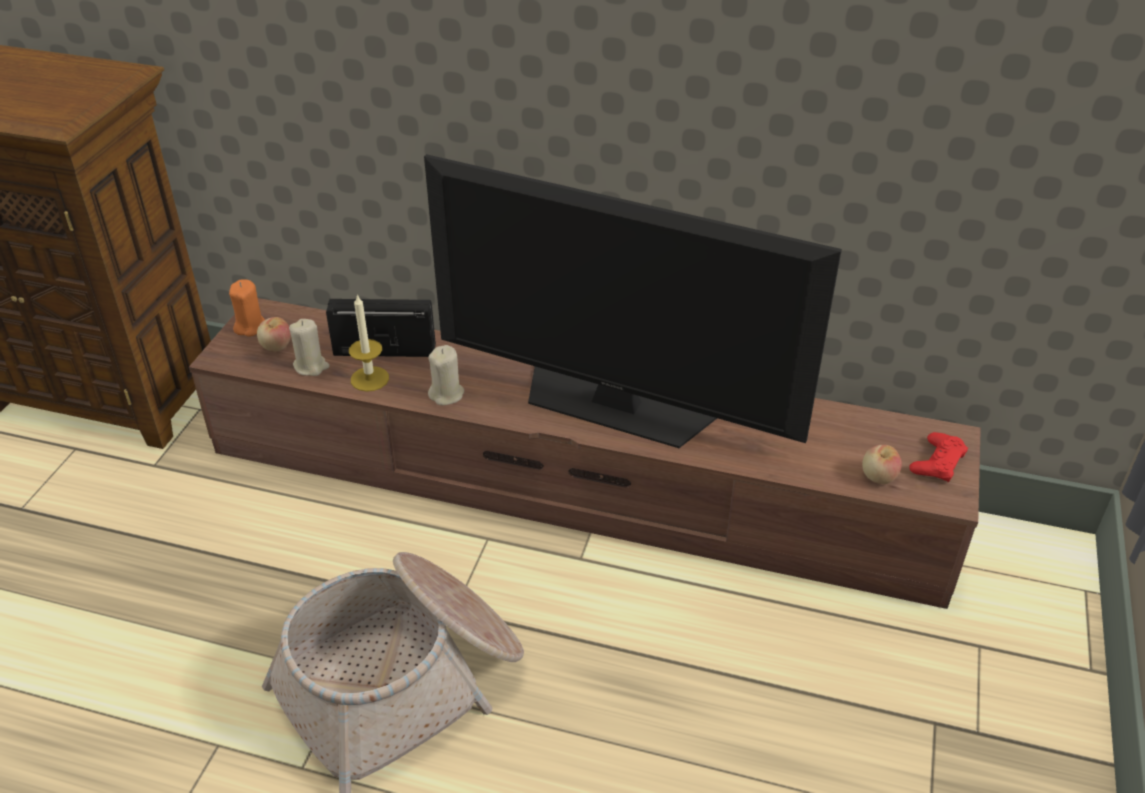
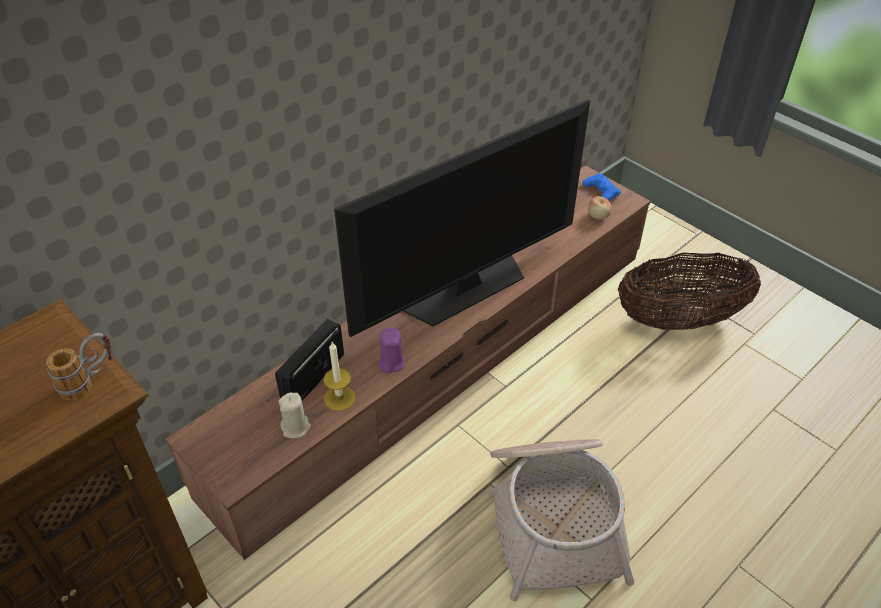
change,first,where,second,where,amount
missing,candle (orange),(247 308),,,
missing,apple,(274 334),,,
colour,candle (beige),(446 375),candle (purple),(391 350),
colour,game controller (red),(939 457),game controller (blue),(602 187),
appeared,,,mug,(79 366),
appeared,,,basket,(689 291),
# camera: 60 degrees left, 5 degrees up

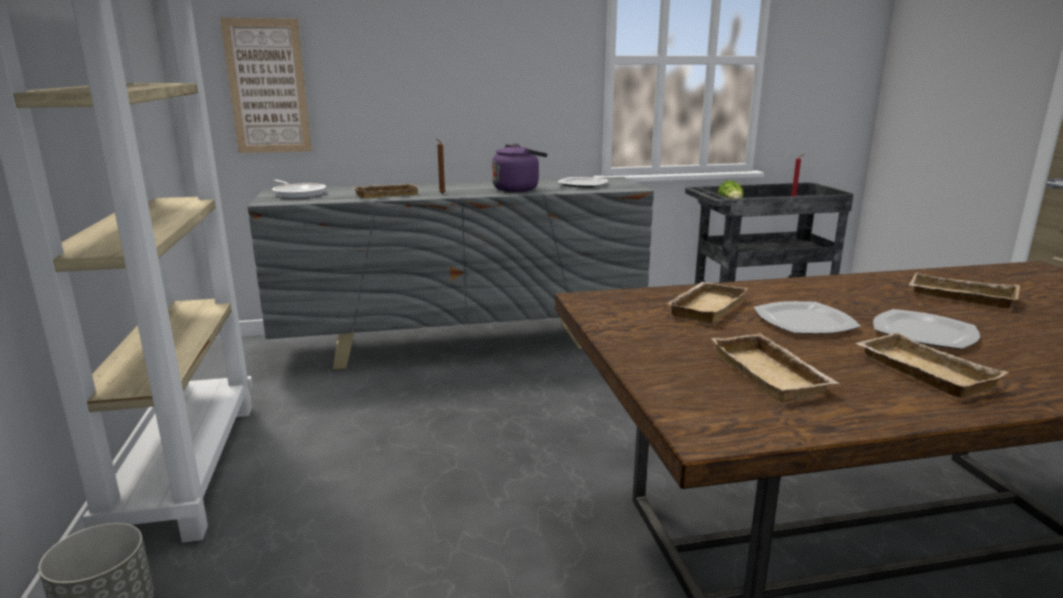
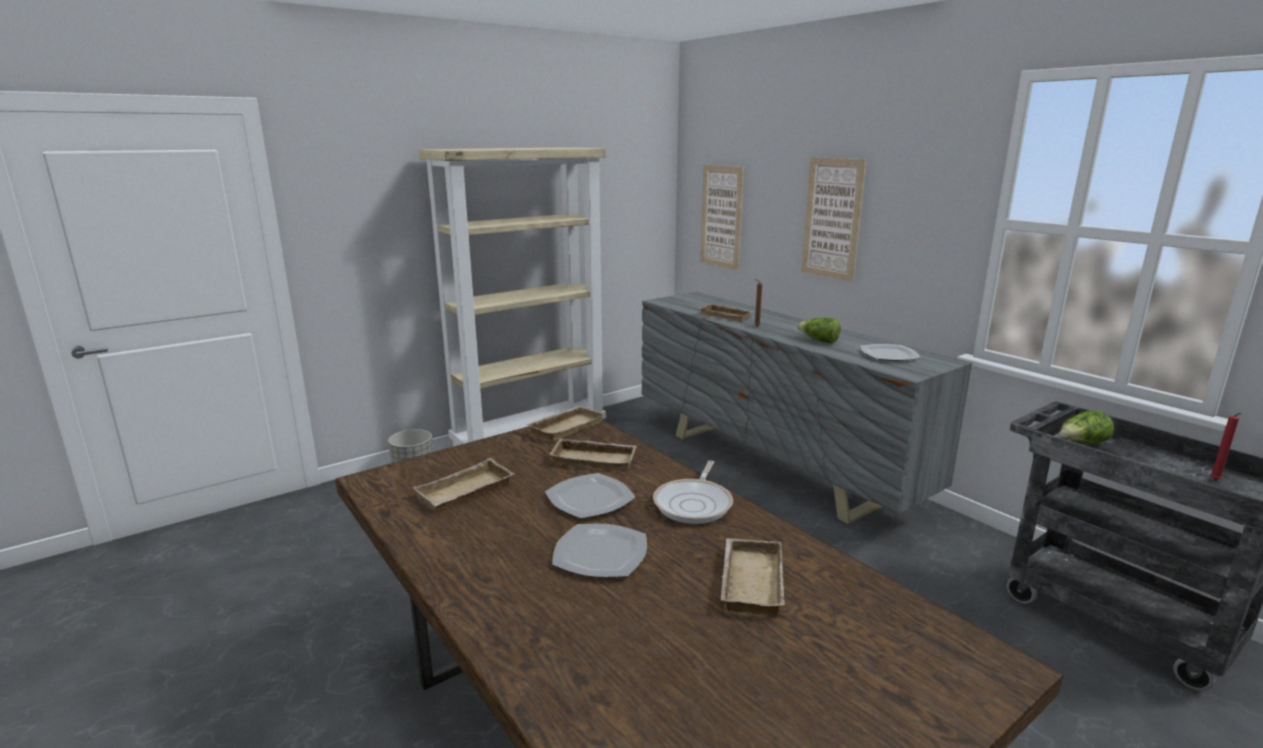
change,first,where,second,where,amount
relocated,frying pan,(299 189),,(693 492),
exchanged,kettle (purple),(520 168),lettuce,(818 330),
relocated,tray (beige),(932 365),,(565 424),
appeared,,,picture,(834 219),
# camera: 65 degrees right, 0 degrees up

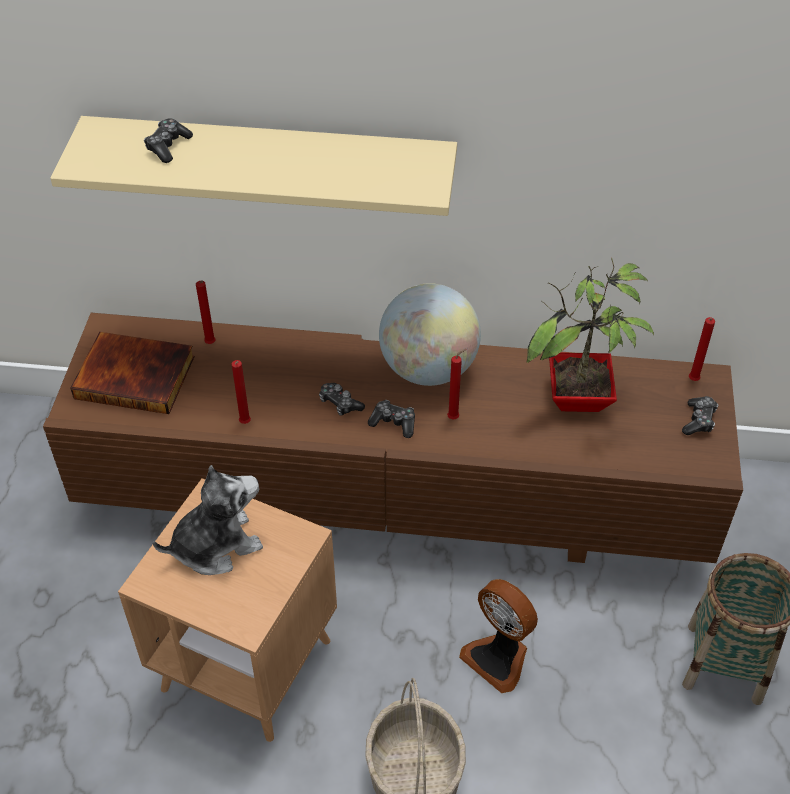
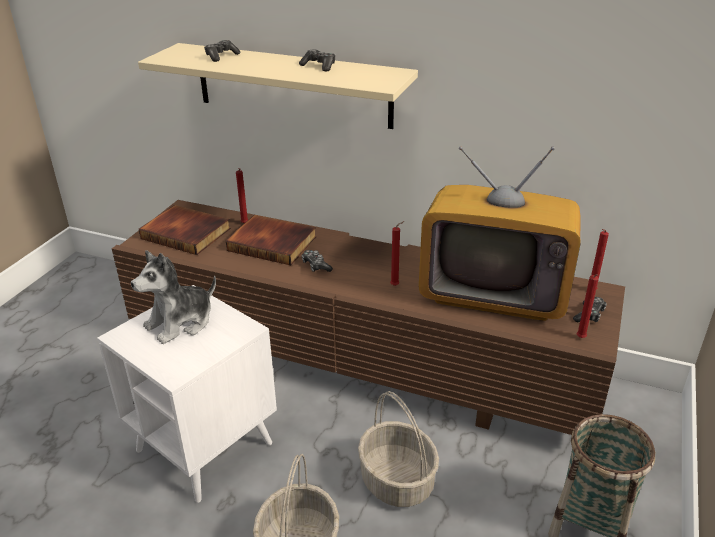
change,first,where,second,where,amount
colour,side table (brown),(227 610),side table (white),(187 394),
spun,plush toy,(208 520),,(173 297),150 degrees clockwise
relocated,candle (red),(241 392),,(588 306),
relocated,game controller,(391 419),,(317 60),
missing,globe,(430 334),,,
exchanged,fan,(498 636),basket,(398 449),
exchanged,potted plant,(590 335),television,(500 233),
appeared,,,book,(271 240),
# camera: 15 degrees right, 15 degrees down

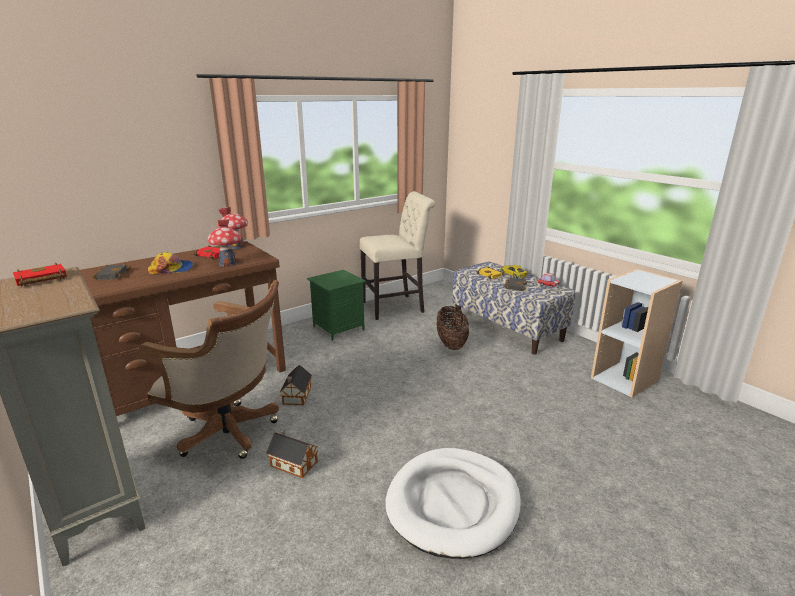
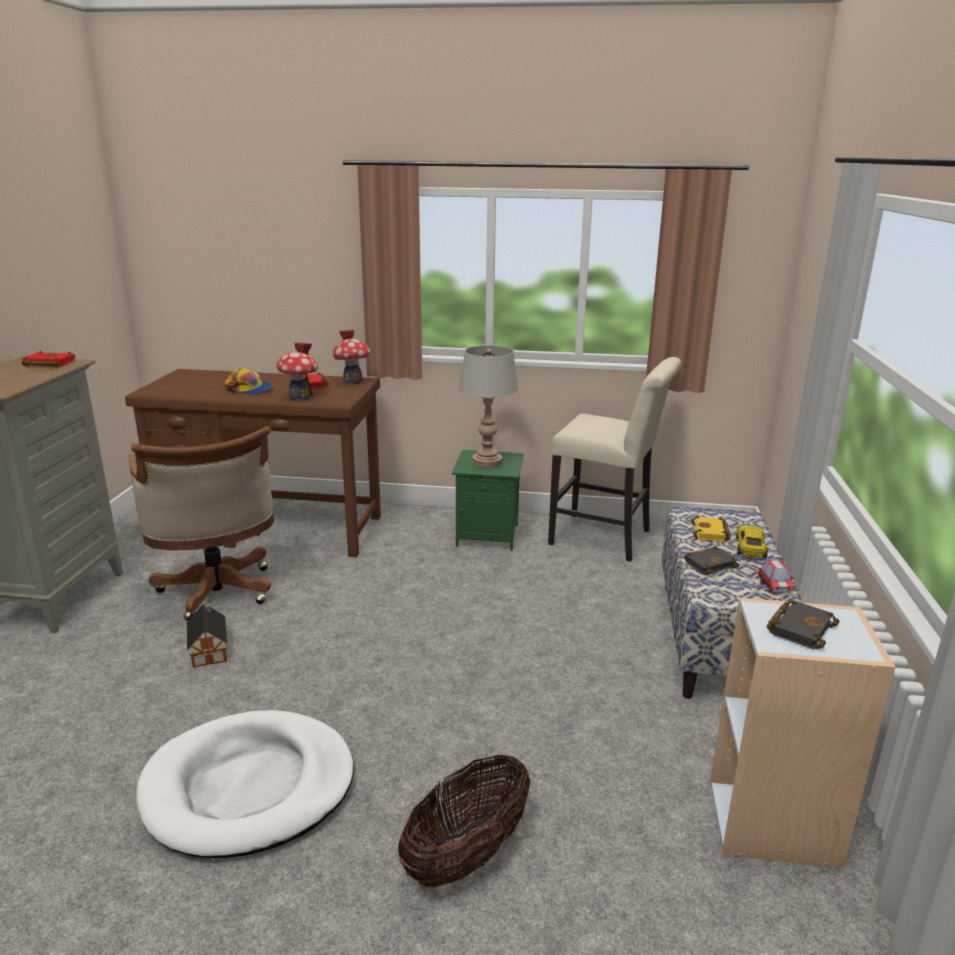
change,first,where,second,where,amount
relocated,book (black),(111 272),,(803 624),
missing,toy house,(295 385),,,
relocated,basket,(453 328),,(464 821),
appeared,,,table lamp (grey),(489 406),
# camera: 45 degrees right, 0 degrees up

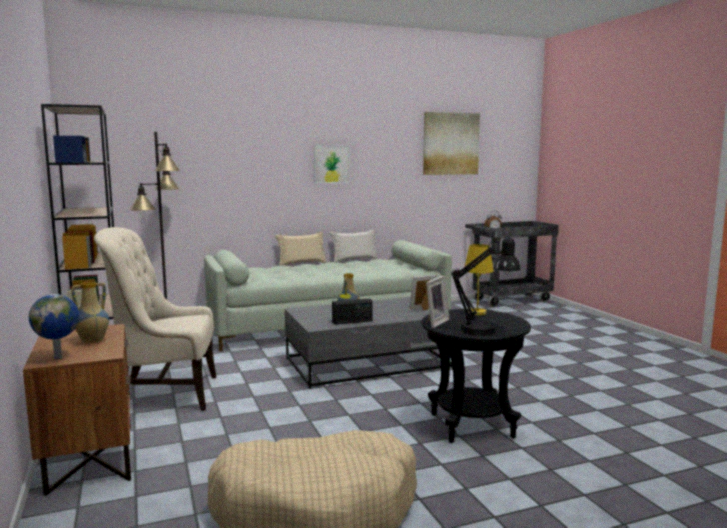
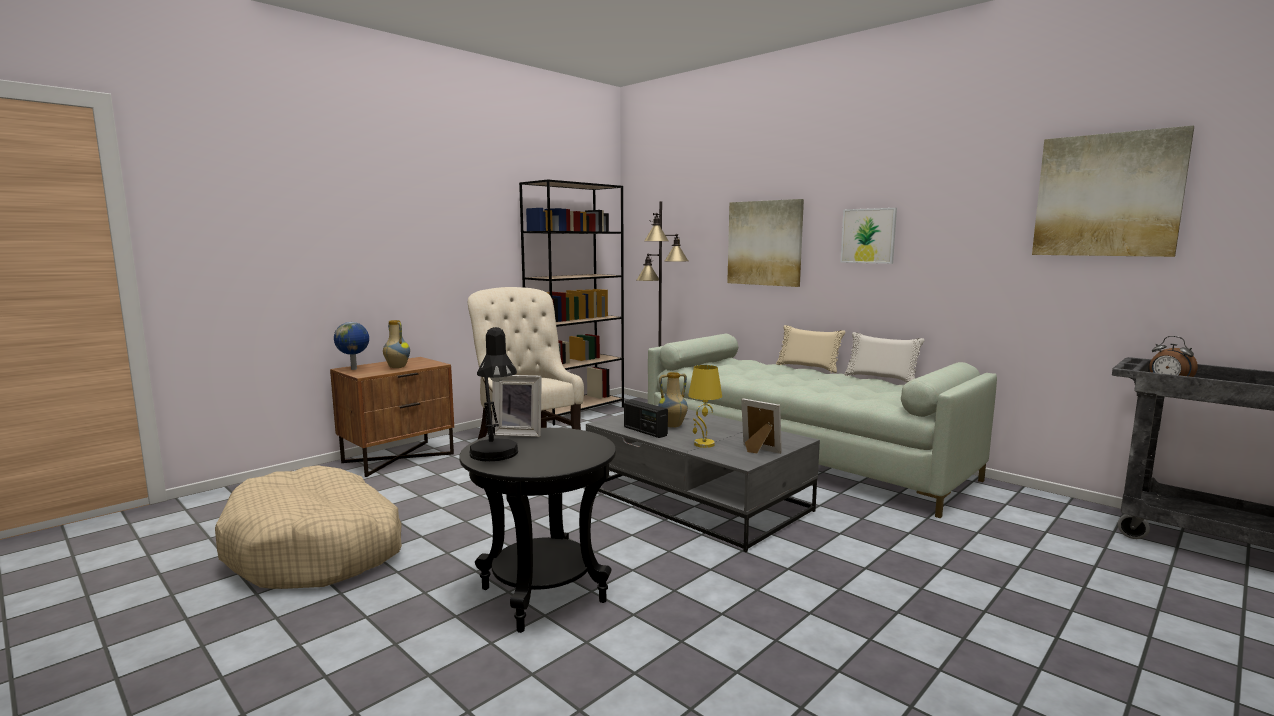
change,first,where,second,where,amount
relocated,table lamp (yellow),(479 279),,(705 406),
appeared,,,picture,(765 243),
# camera: 65 degrees right, 0 degrees up

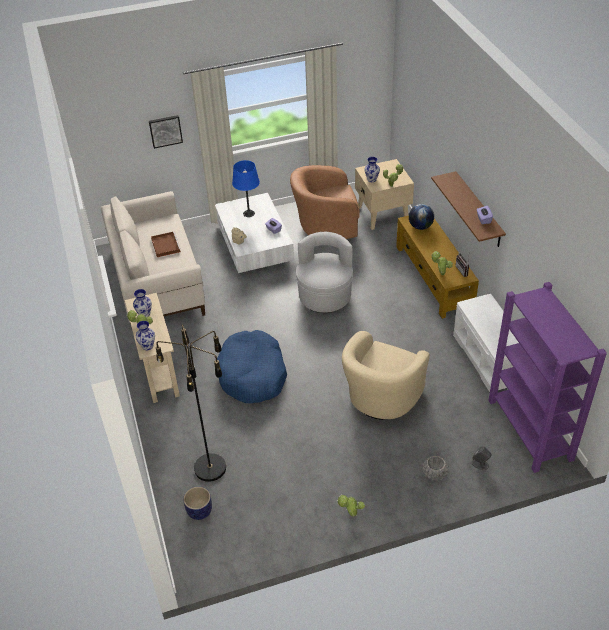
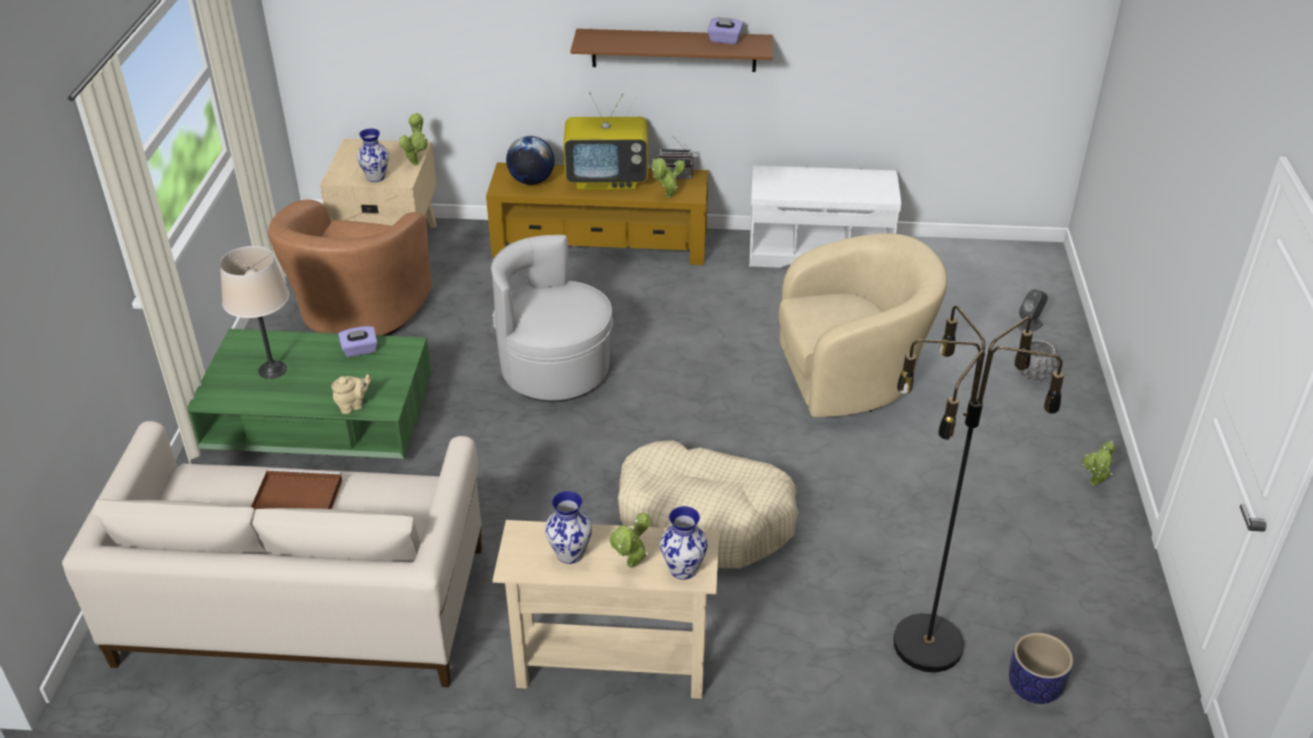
change,first,where,second,where,amount
missing,picture,(166 132),,,
colour,coffee table (white),(254 233),coffee table (green),(309 394),
colour,dog bed (blue),(252 366),dog bed (beige),(708 504),
colour,table lamp (blue),(246 188),table lamp (beige),(254 312),
spun,armchair (beige),(386 375),,(863 325),60 degrees counterclockwise
missing,bookcase (purple),(547 377),,,
appeared,,,television,(605 141),
# camera: 70 degrees left, 5 degrees down

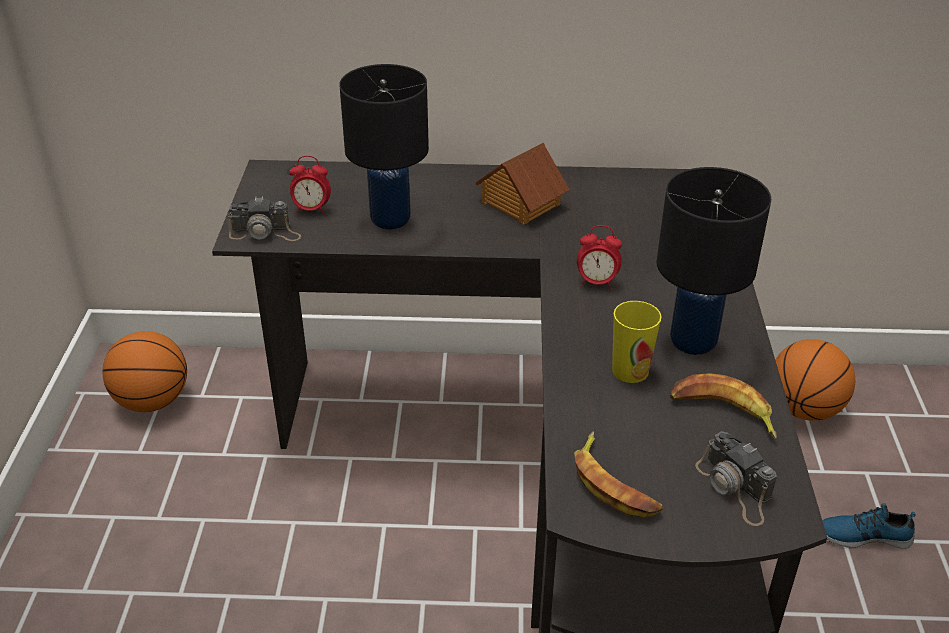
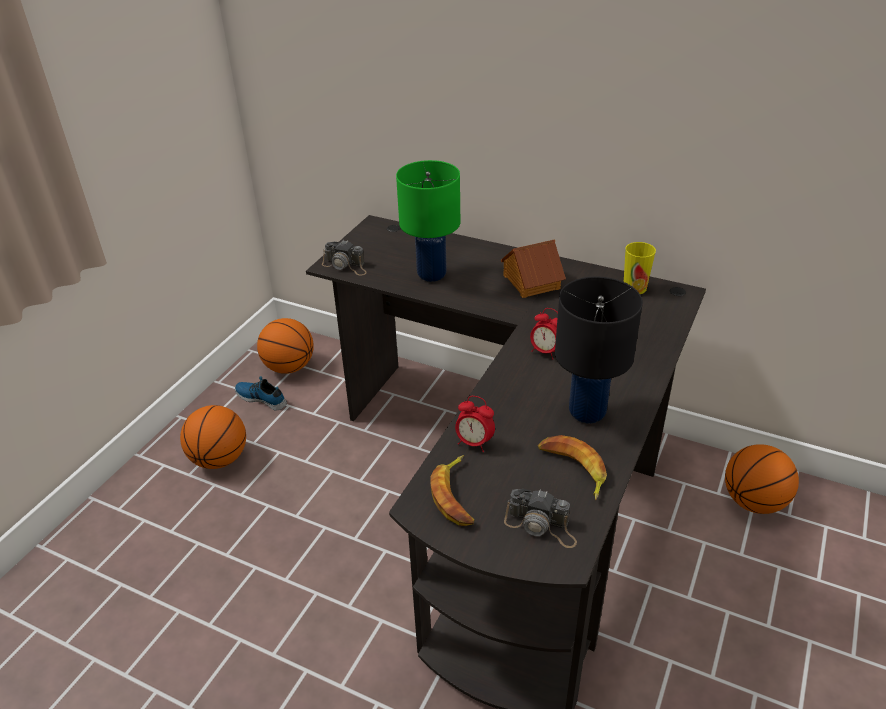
change,first,where,second,where,amount
relocated,alarm clock,(310 185),,(475 424),
colour,table lamp (black),(384 147),table lamp (green),(428 221),
relocated,cup,(637 342),,(640 268),
spun,photo camera,(736 478),,(540 518),60 degrees counterclockwise
relocated,shoe,(869 526),,(261 393),
appeared,,,basketball,(213 437),
# camera: 25 degrees right, 0 degrees up

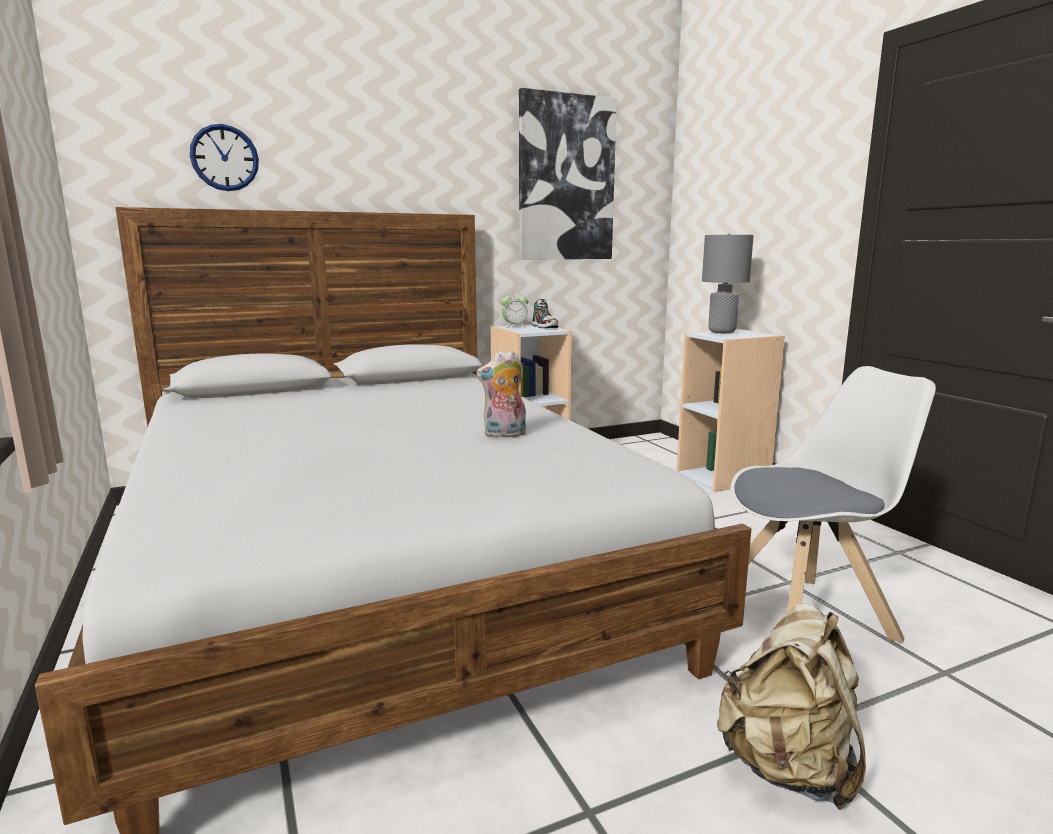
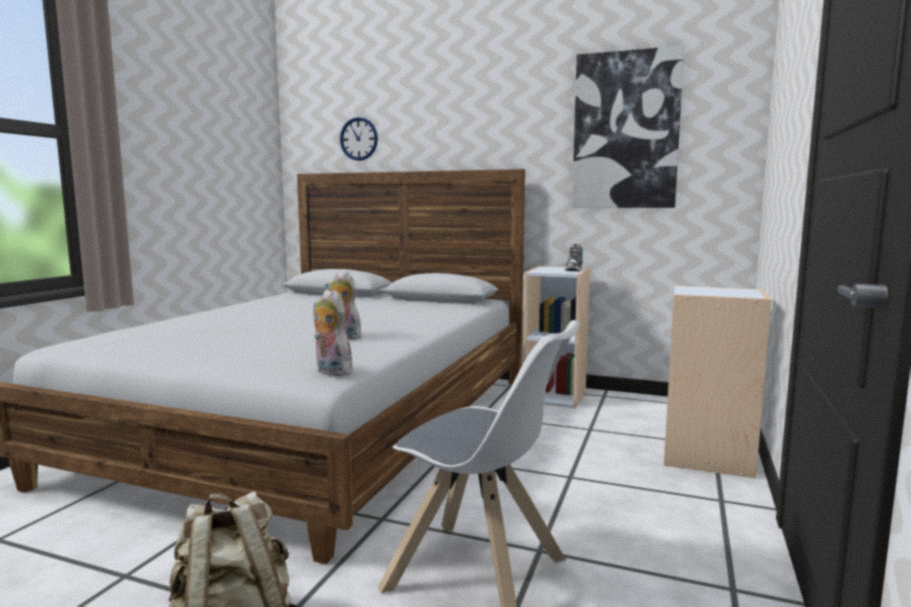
change,first,where,second,where,amount
missing,alarm clock,(514 309),,,
missing,table lamp (grey),(728 284),,,
appeared,,,plush toy,(333 333),
# camera: 45 degrees right, 5 degrees down

